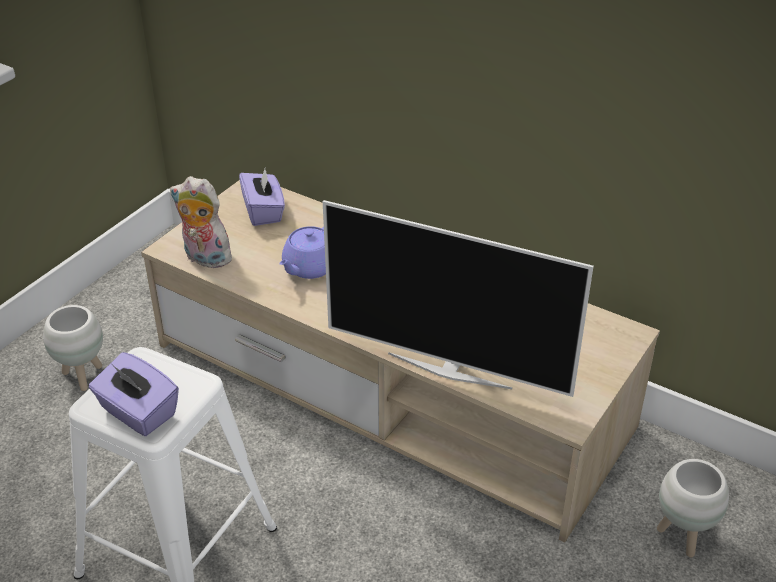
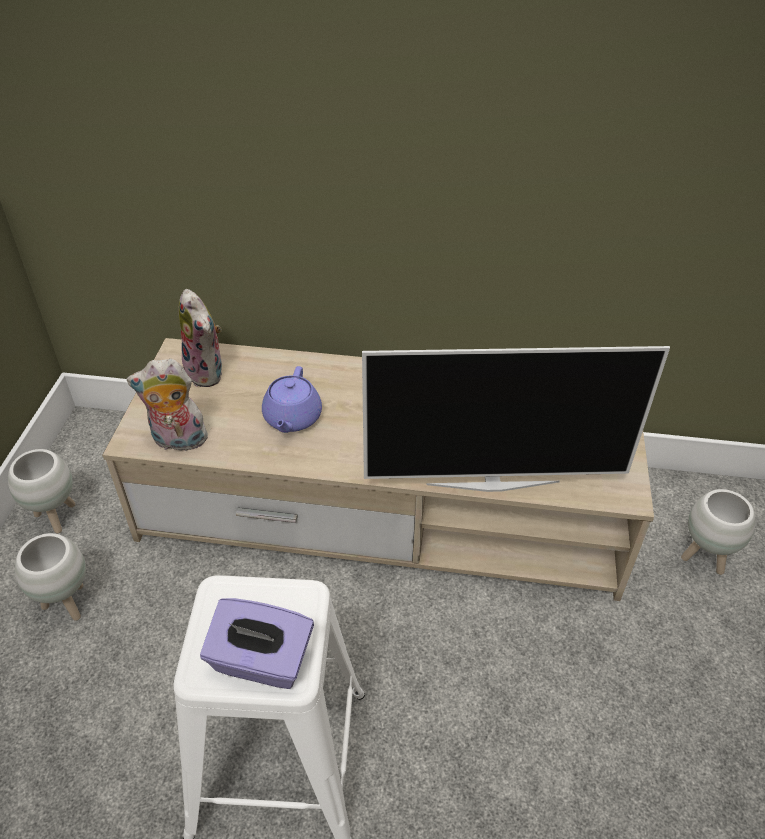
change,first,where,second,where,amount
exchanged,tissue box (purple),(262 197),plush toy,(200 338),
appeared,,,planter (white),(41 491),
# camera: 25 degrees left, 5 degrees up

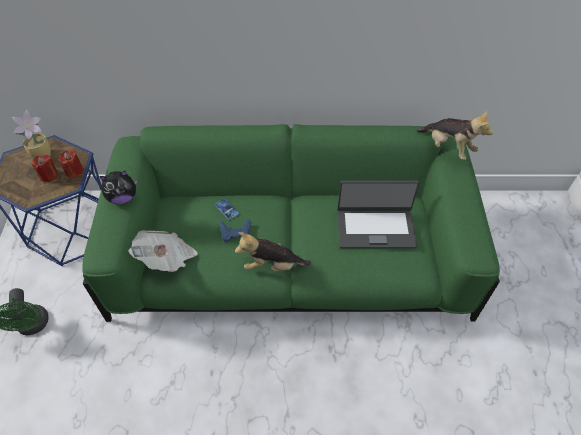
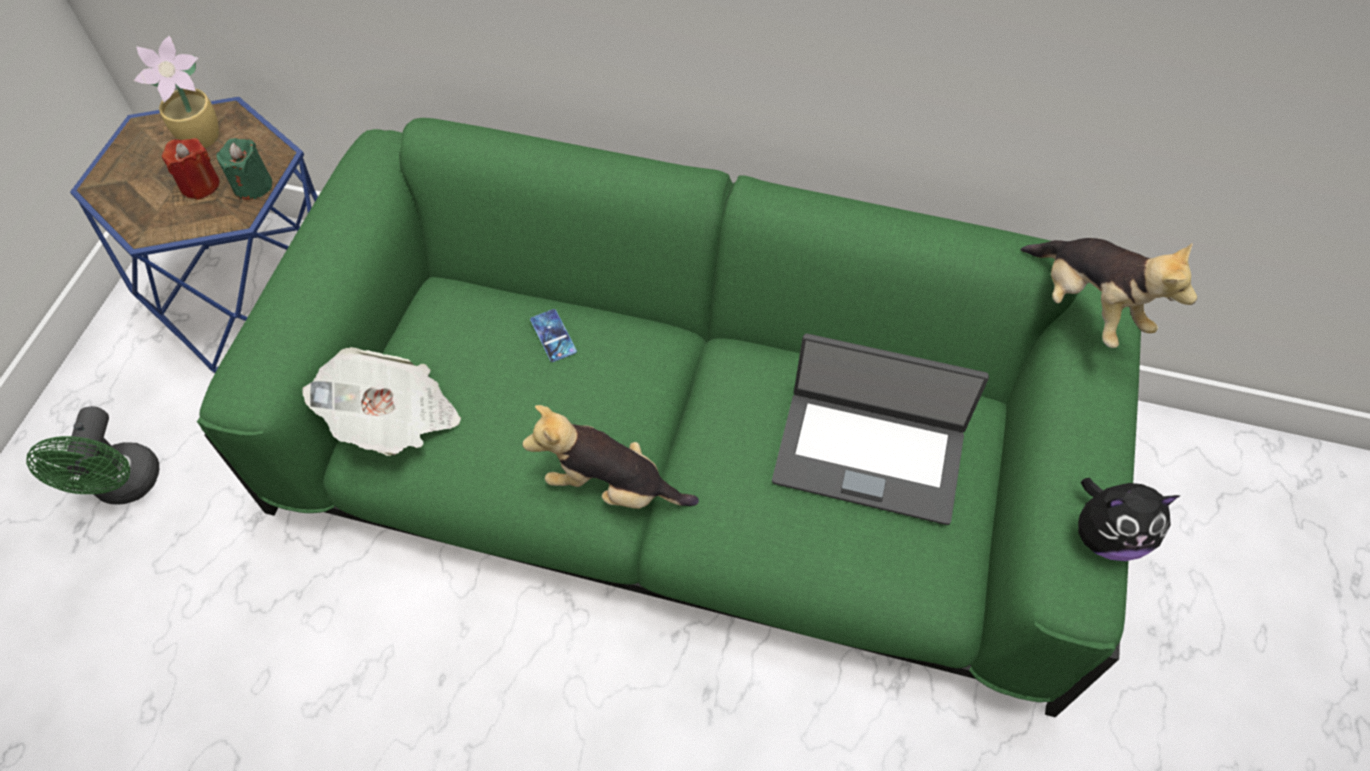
change,first,where,second,where,amount
colour,candle (red),(71 164),candle (green),(244 169),
relocated,plush toy,(119 187),,(1129 519),
missing,game controller (blue),(235 231),,,
# camera: 15 degrees right, 5 degrees up

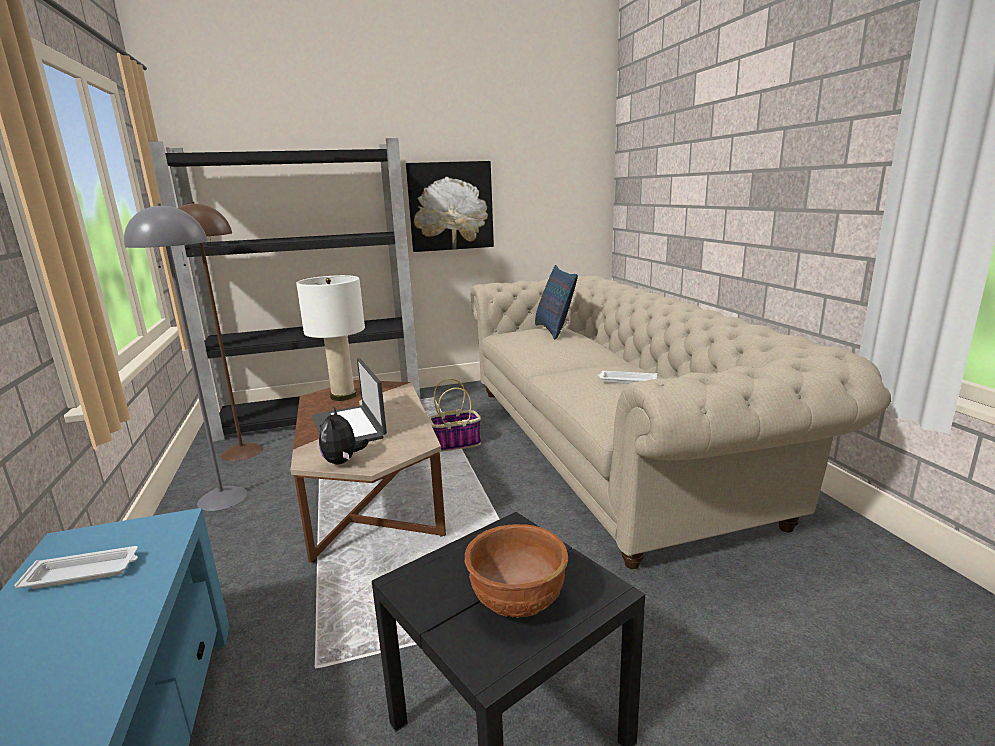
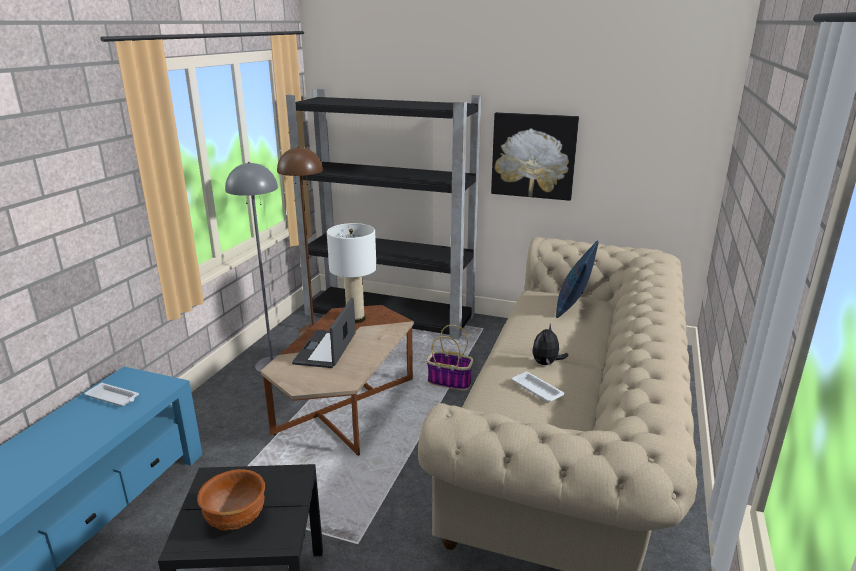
change,first,where,second,where,amount
relocated,plush toy,(344 435),,(550 344),
# camera: 35 degrees right, 5 degrees up

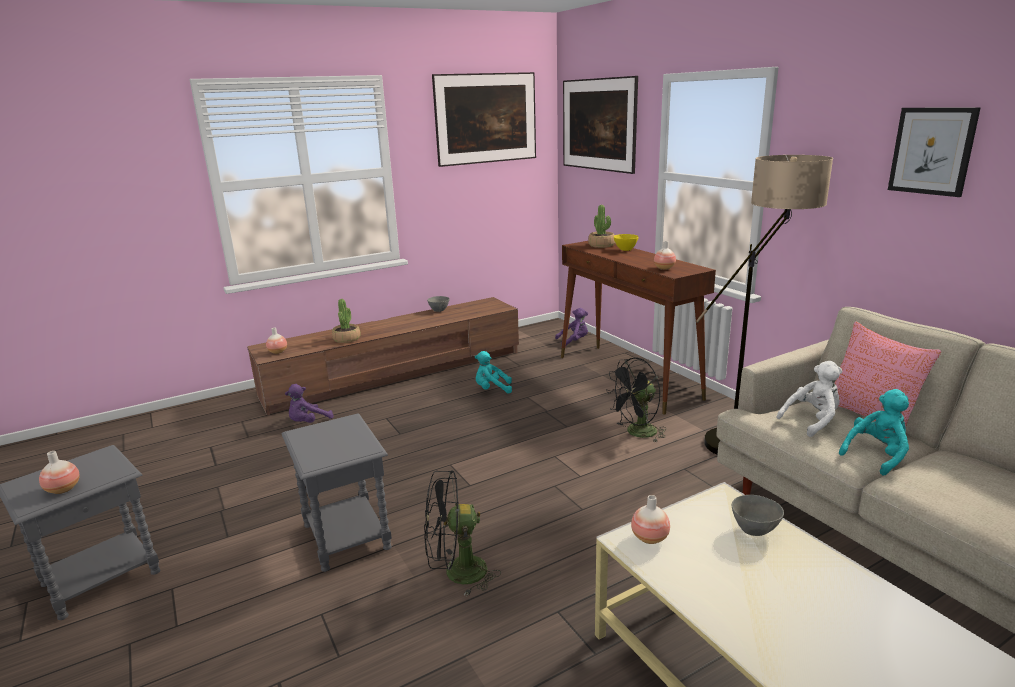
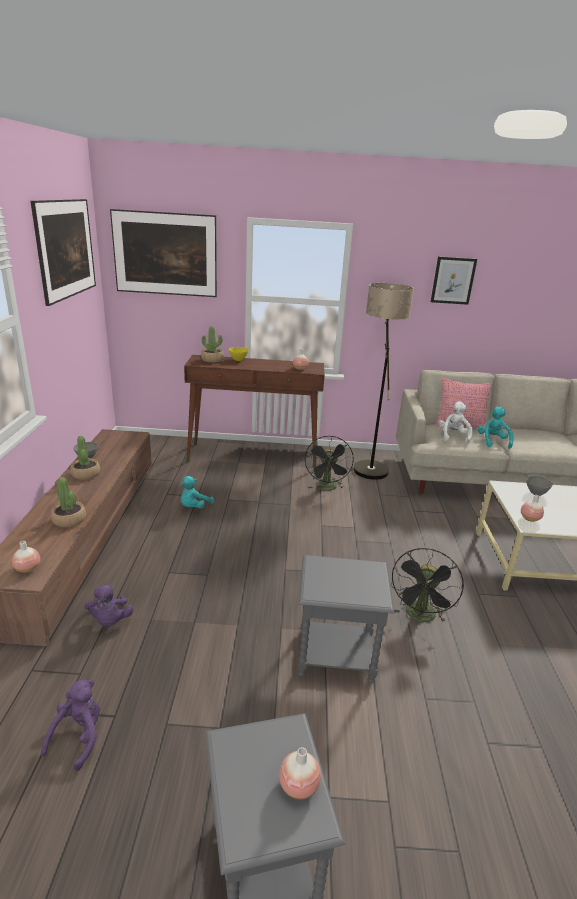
change,first,where,second,where,amount
relocated,plush toy (purple),(571 327),,(70 725),
appeared,,,potted plant,(85 458),
# camera: 60 degrees left, 5 degrees up

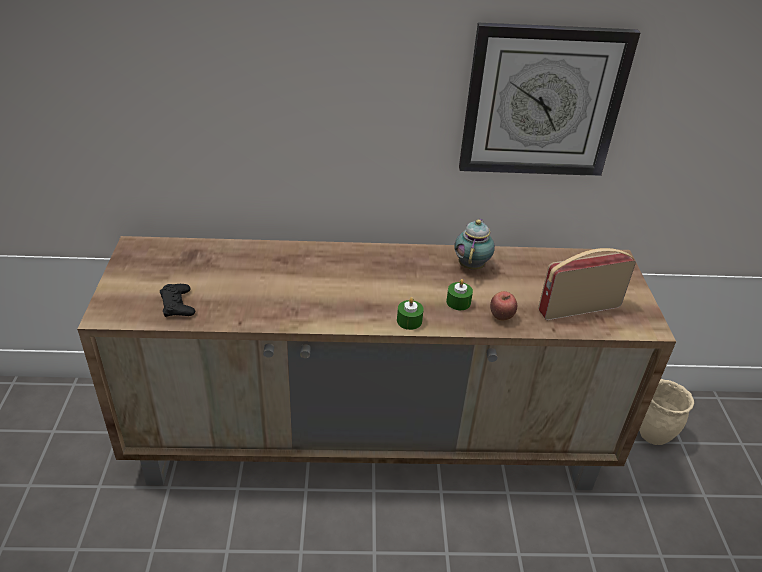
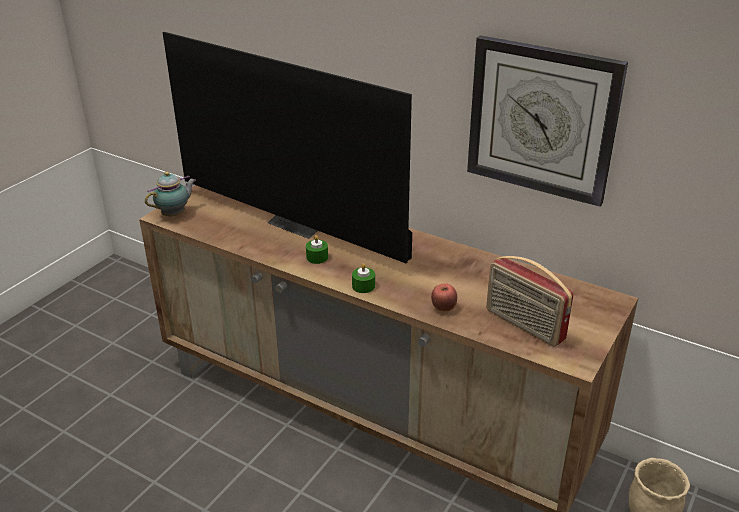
change,first,where,second,where,amount
missing,game controller (black),(177 300),,,
relocated,candle (green),(459 294),,(317 249),
relocated,teapot,(474 244),,(170 194),
spun,radio,(587 284),,(529 301),150 degrees counterclockwise
appeared,,,television,(287 147),
# camera: 35 degrees right, 5 degrees down

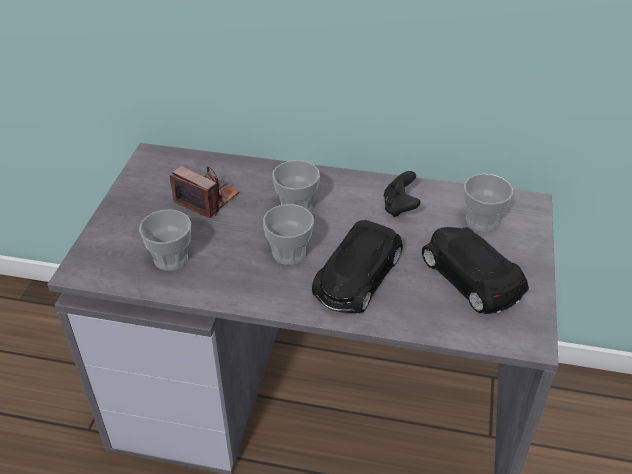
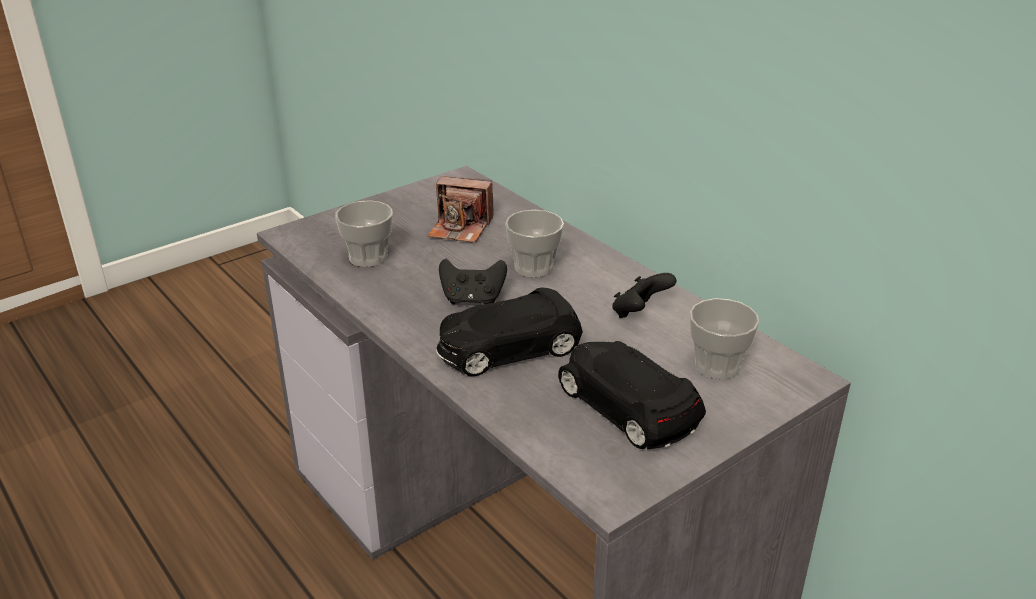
change,first,where,second,where,amount
spun,photo camera,(204 192),,(460 209),120 degrees clockwise
exchanged,cup,(288 234),game controller (black),(473 281),
spun,toy car (black),(475 270),,(632 395),45 degrees counterclockwise
# camera: 40 degrees right, 10 degrees down

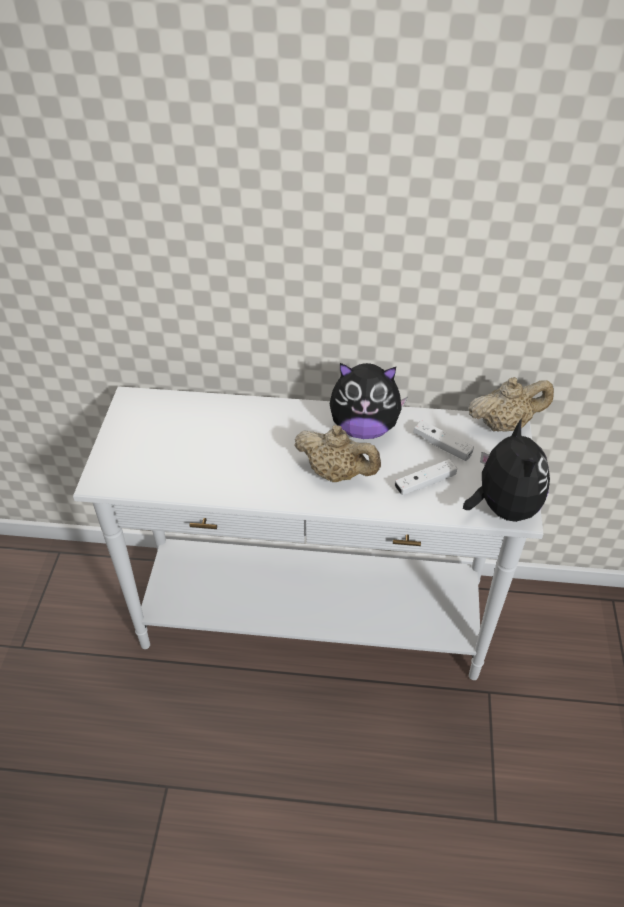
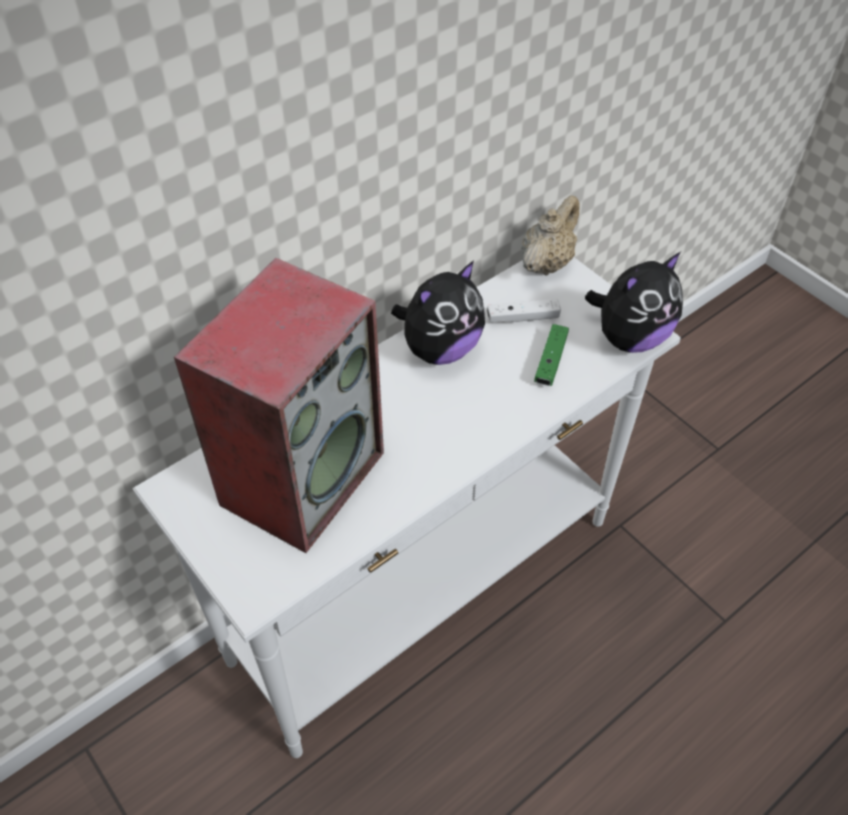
change,first,where,second,where,amount
missing,teapot (beige),(337 453),,,
colour,game controller (white),(426 477),game controller (green),(551 355),
spun,plush toy,(506 470),,(634 302),105 degrees clockwise
appeared,,,speaker,(279 405),
# camera: 45 degrees left, 5 degrees up

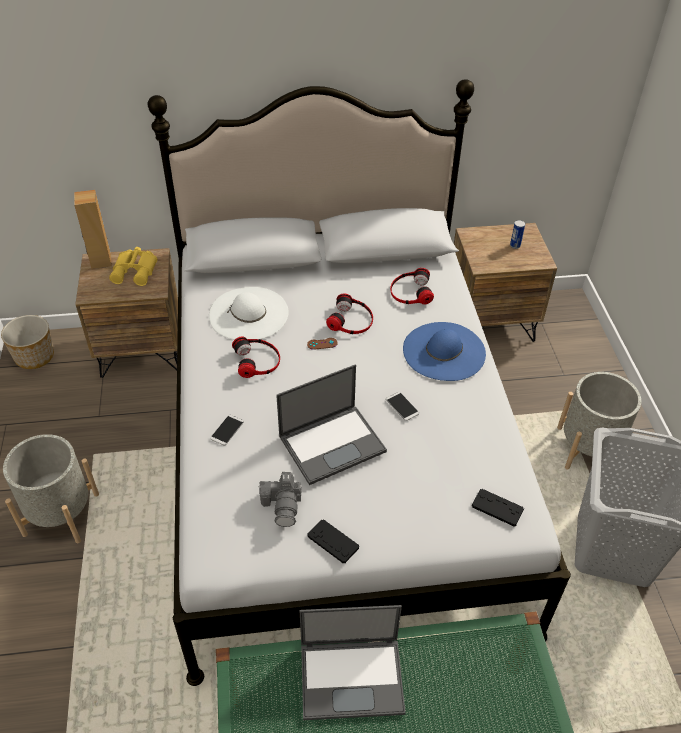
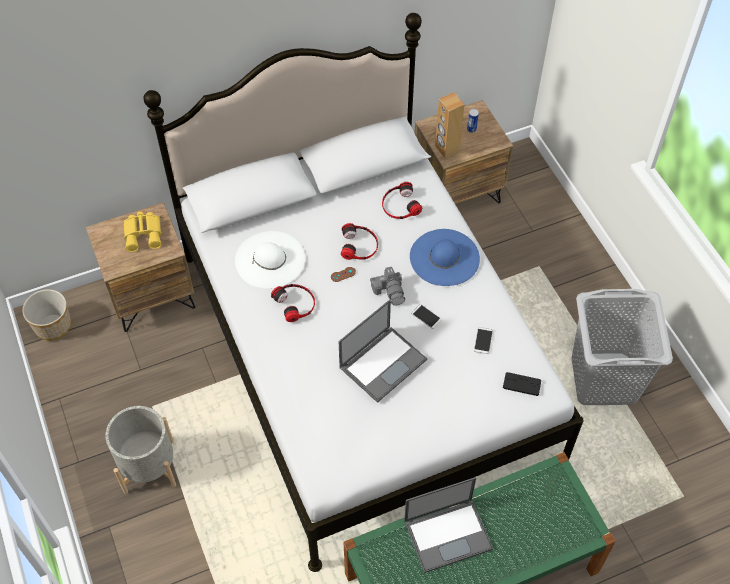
change,first,where,second,where,amount
relocated,speaker (brown),(93 229),,(449 125),
relocated,phone,(227 430),,(483 340),
relocated,photo camera,(280 499),,(387 286),
missing,game controller (black),(333 541),,,
missing,planter (grey),(599 421),,,
# camera: 15 degrees left, 10 degrees up

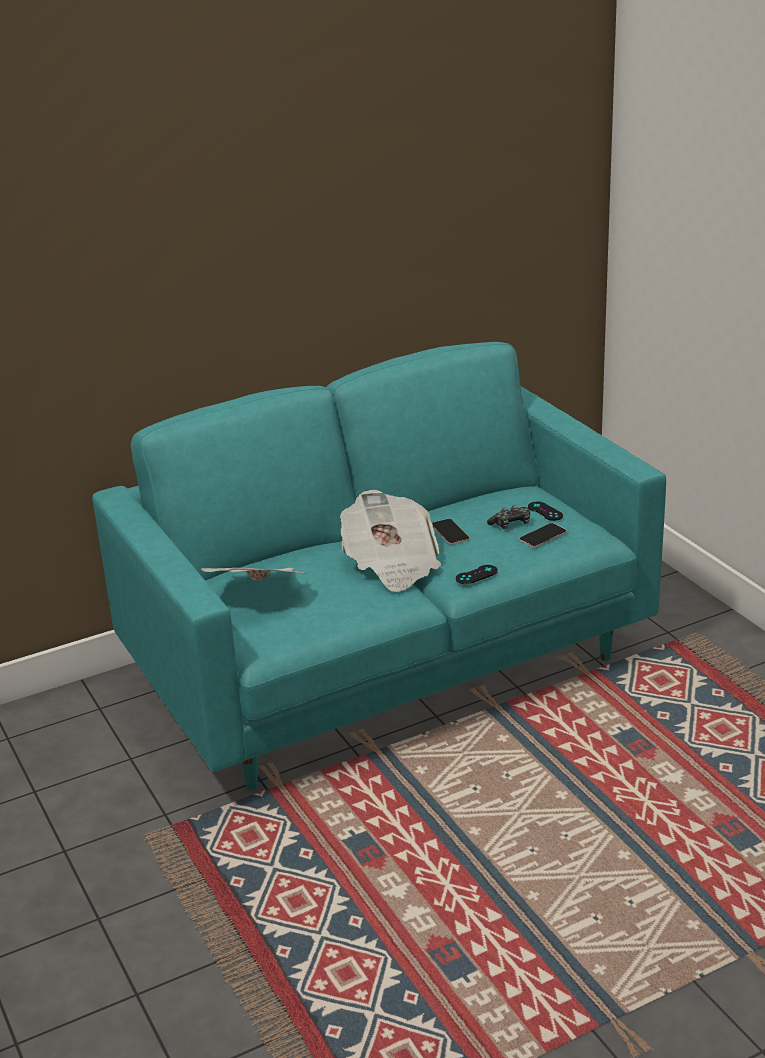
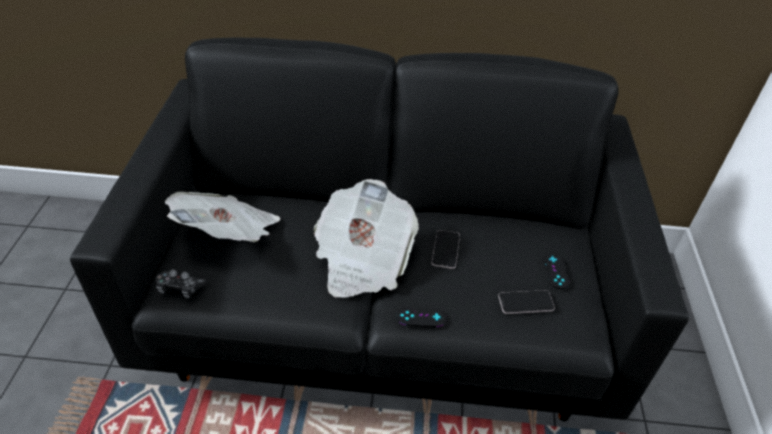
change,first,where,second,where,amount
colour,sofa (turquoise),(379 566),sofa (black),(379 229),
relocated,game controller,(508 517),,(181 284),
# camera: 30 degrees right, 15 degrees up

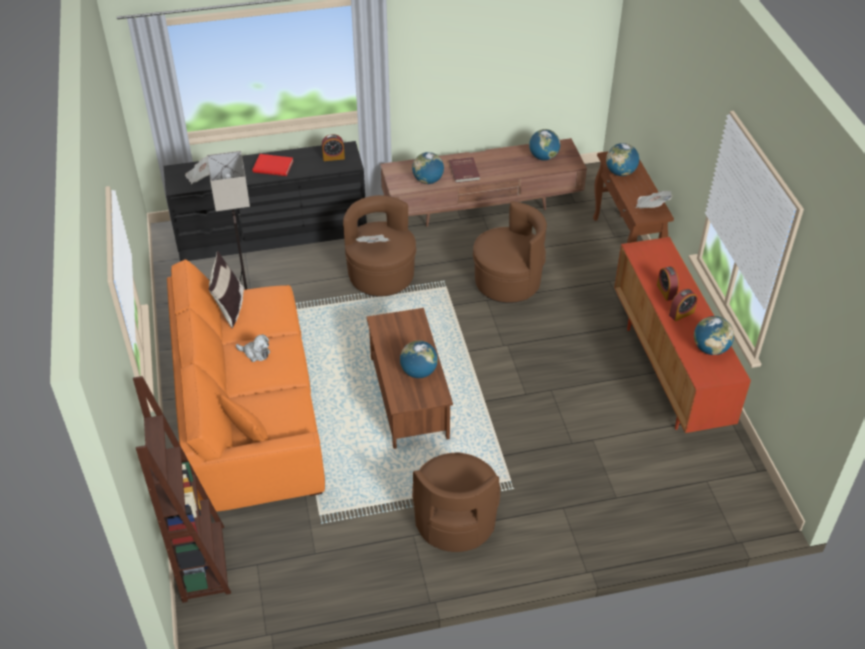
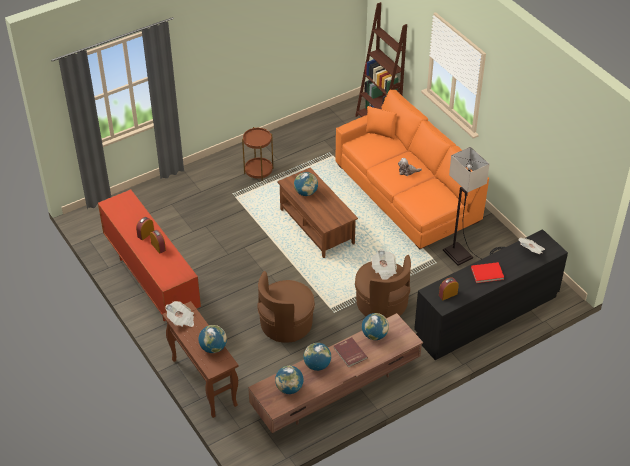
change,first,where,second,where,amount
missing,pillow,(226 289),,,
exchanged,armchair (brown),(456 502),side table (brown),(257 154),
relocated,globe,(714 335),,(317 357),
# camera: 160 degrees right, 0 degrees up

